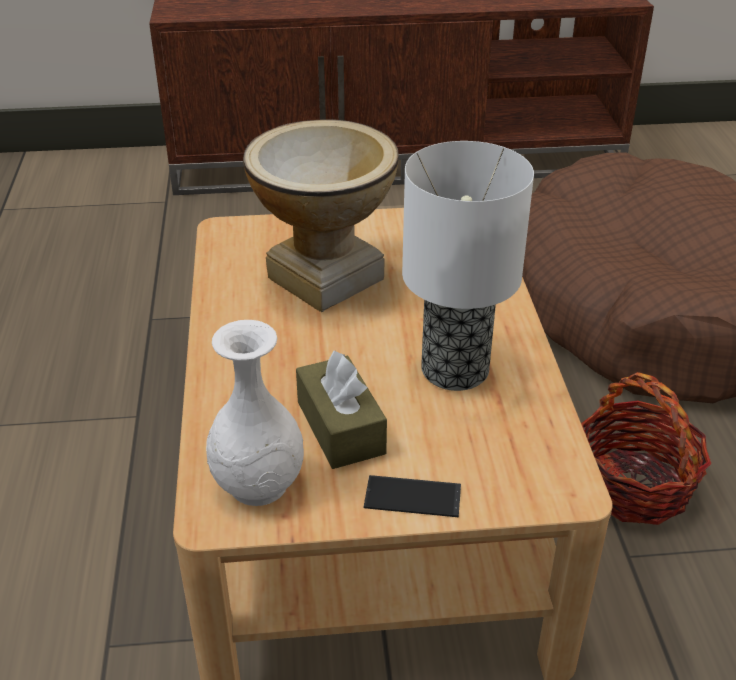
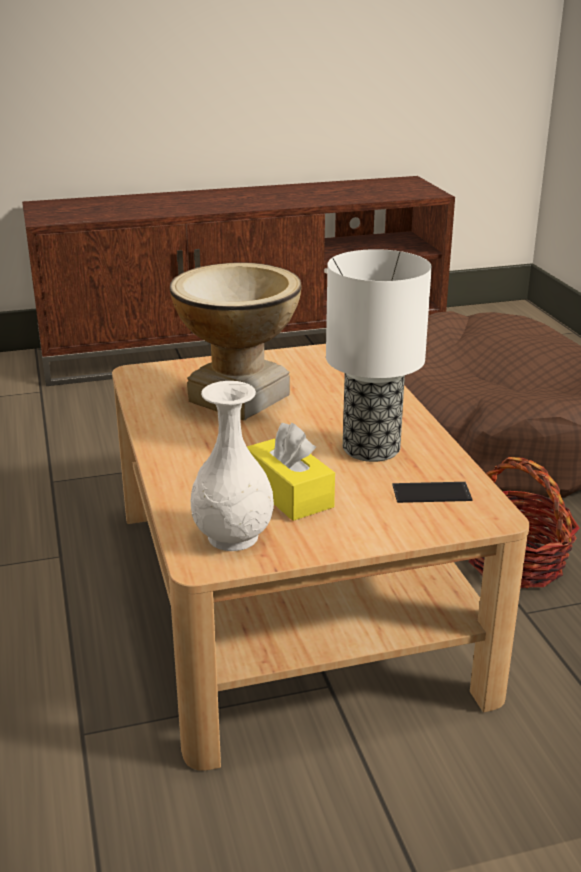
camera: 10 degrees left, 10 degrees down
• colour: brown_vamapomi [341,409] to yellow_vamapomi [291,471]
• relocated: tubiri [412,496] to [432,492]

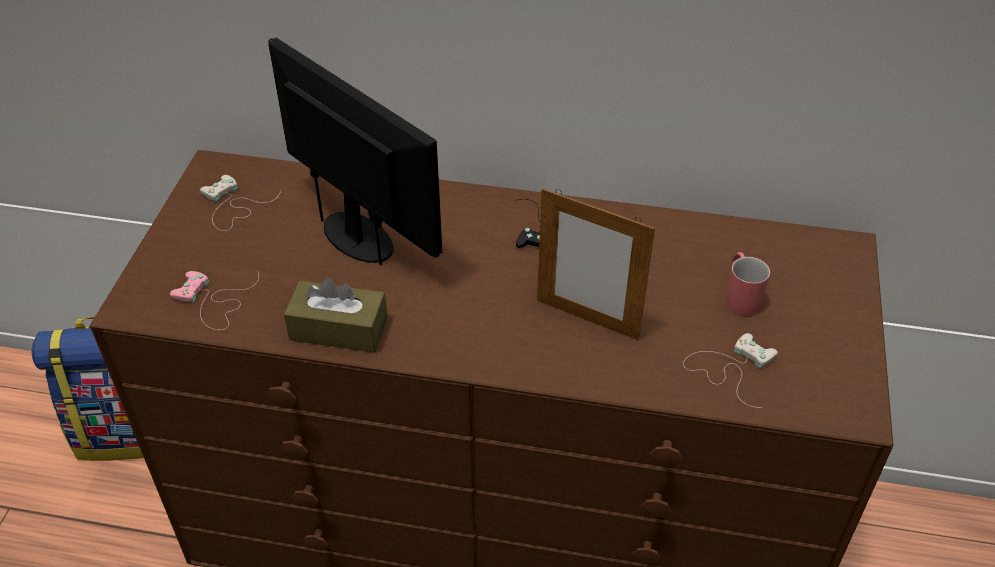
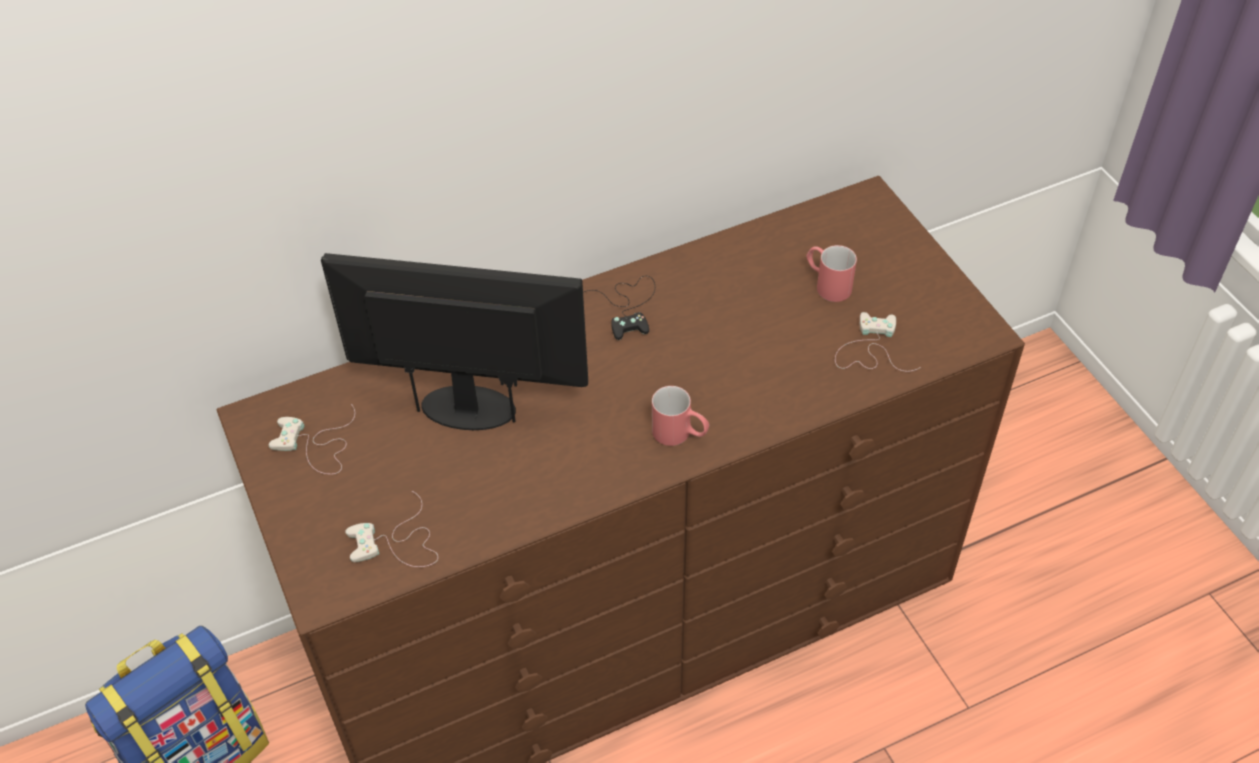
camera: 35 degrees left, 5 degrees up
• missing: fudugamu [596,264]
• colour: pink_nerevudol [214,300] to white_nerevudol [391,529]
• missing: brown_vamapomi [336,315]
• appeared: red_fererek [680,416]

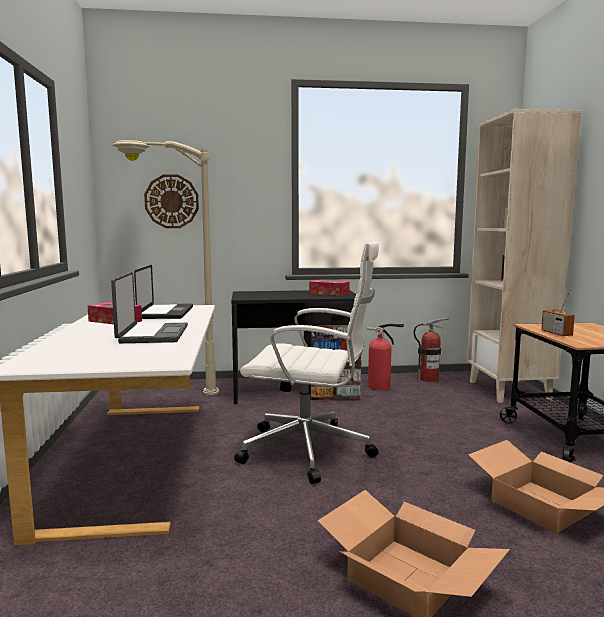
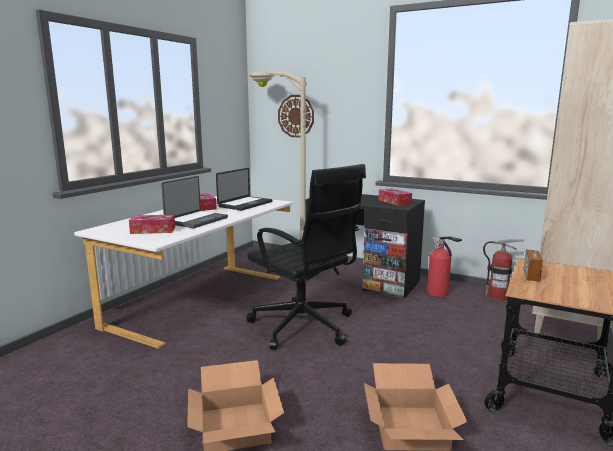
camera: 35 degrees right, 5 degrees up
• colour: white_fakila [306,362] to black_fakila [306,257]
• appeared: vamapomi [152,224]

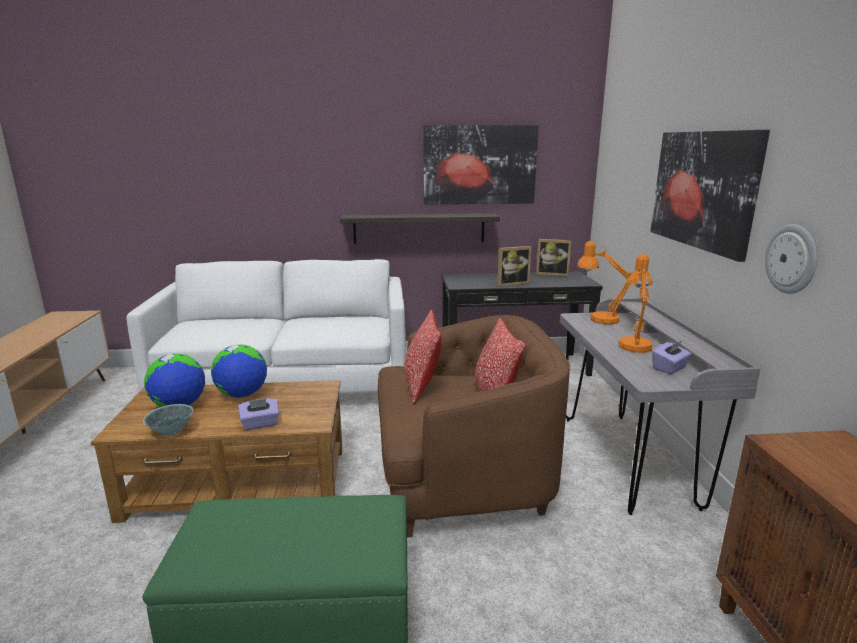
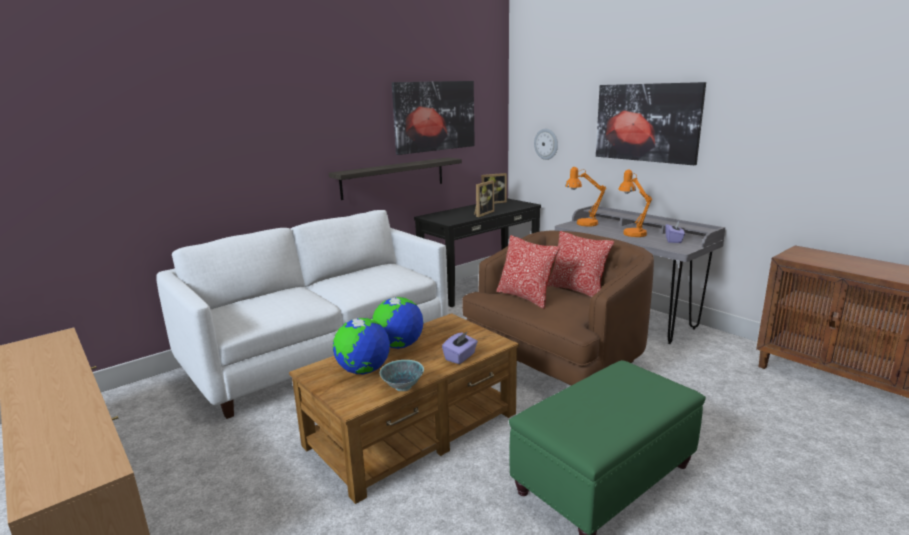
camera: 35 degrees left, 0 degrees up
• relocated: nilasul [791,259] to [546,144]

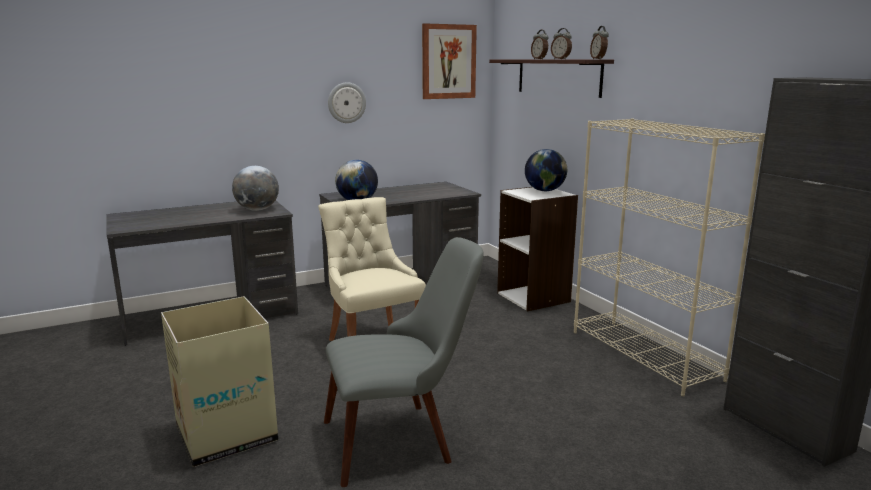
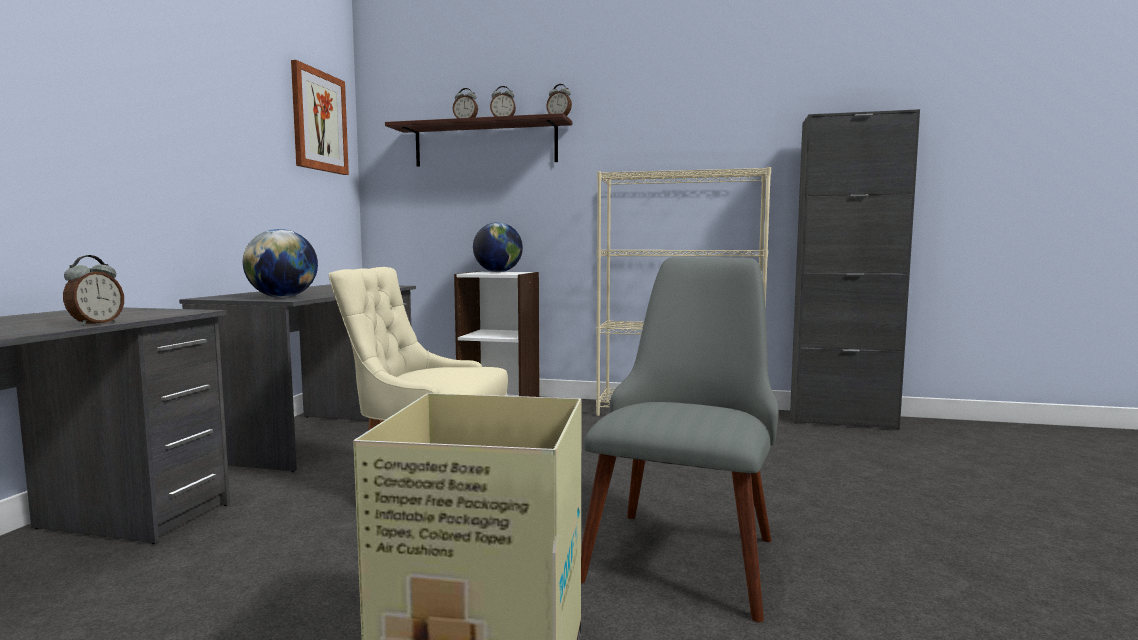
camera: 50 degrees left, 10 degrees down
• missing: nilasul [347,102]
• missing: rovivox [255,188]
• appeared: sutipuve [93,290]

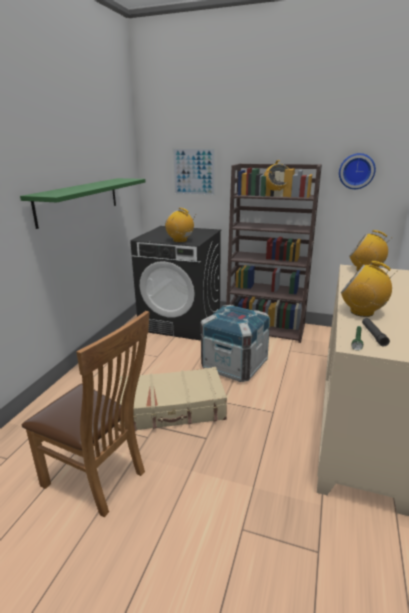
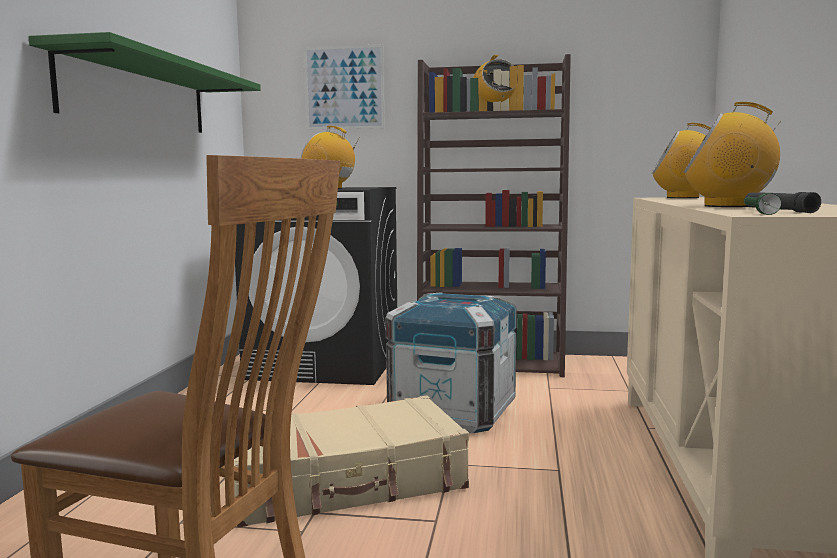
camera: 10 degrees left, 15 degrees down
• missing: nilasul [357,171]

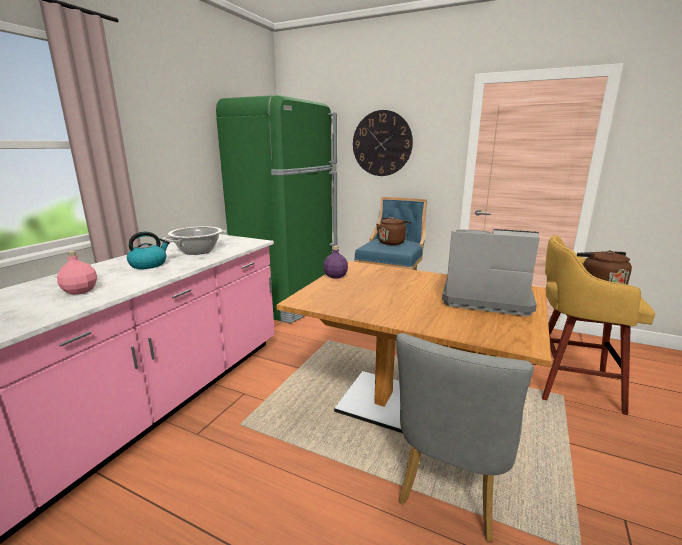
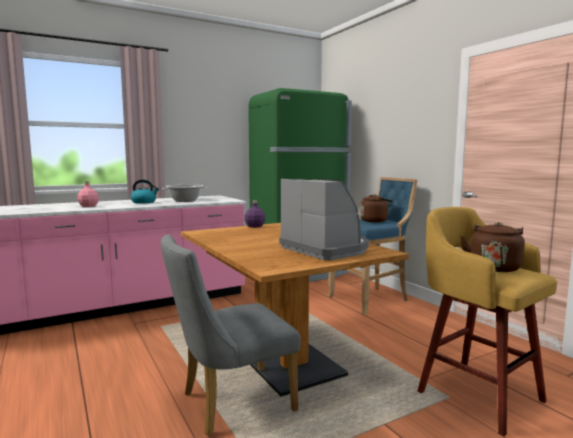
camera: 35 degrees right, 10 degrees down
• missing: nilasul [383,143]

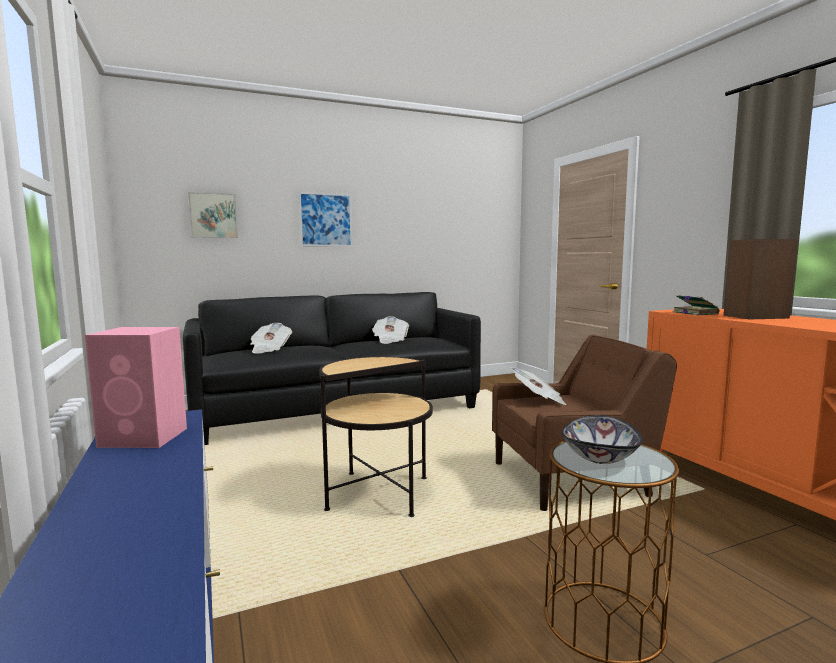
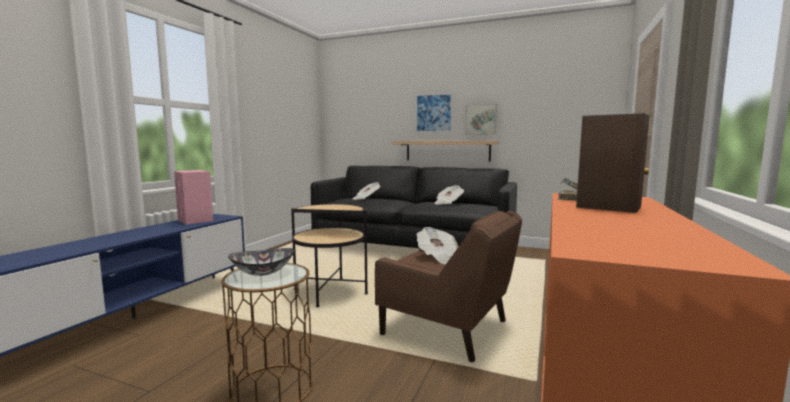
camera: 45 degrees right, 0 degrees up
• relocated: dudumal [213,215] to [481,119]
• appeared: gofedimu [445,151]

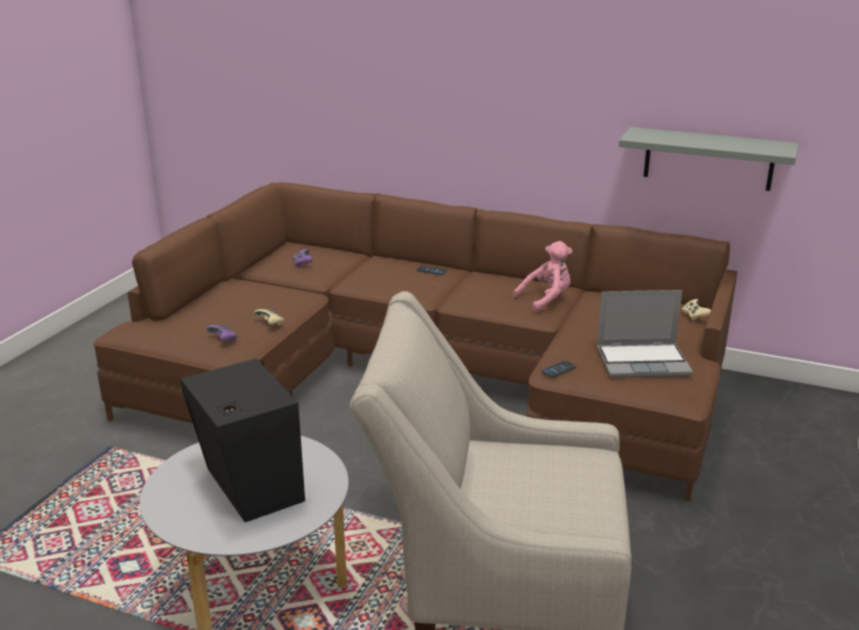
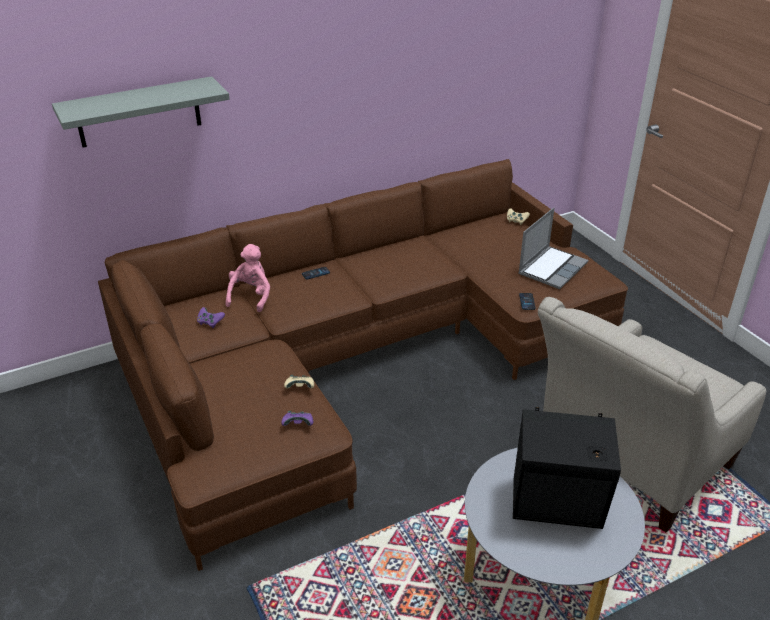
camera: 50 degrees left, 10 degrees up
• relocated: grey_gofedimu [709,159] to [141,112]
• relocated: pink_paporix [542,276] to [247,278]

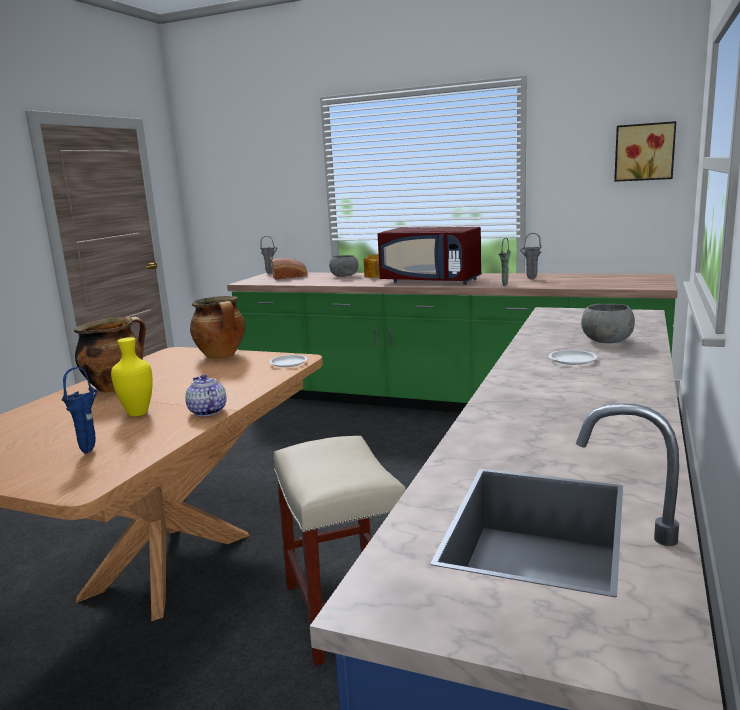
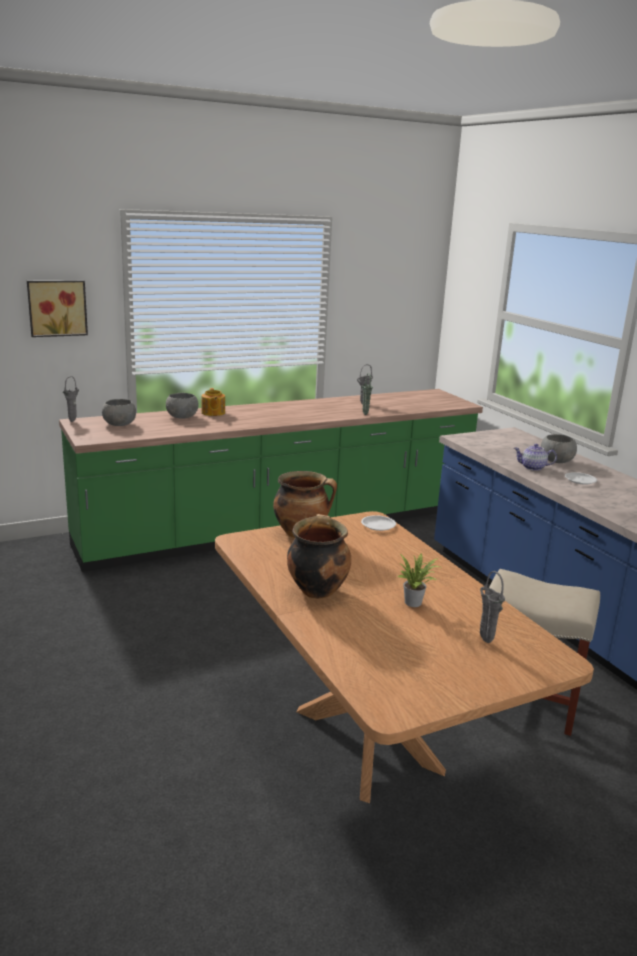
camera: 50 degrees left, 5 degrees up
• relocated: dudumal [645,151] to [57,308]
• missing: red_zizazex [429,256]
• exchanged: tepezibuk [289,269] to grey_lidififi [119,412]
• exchanged: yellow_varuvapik [132,376] to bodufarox [417,580]
• colour: blue_varuvapik [79,410] to grey_varuvapik [492,607]
• relocated: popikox [206,395] to [535,457]

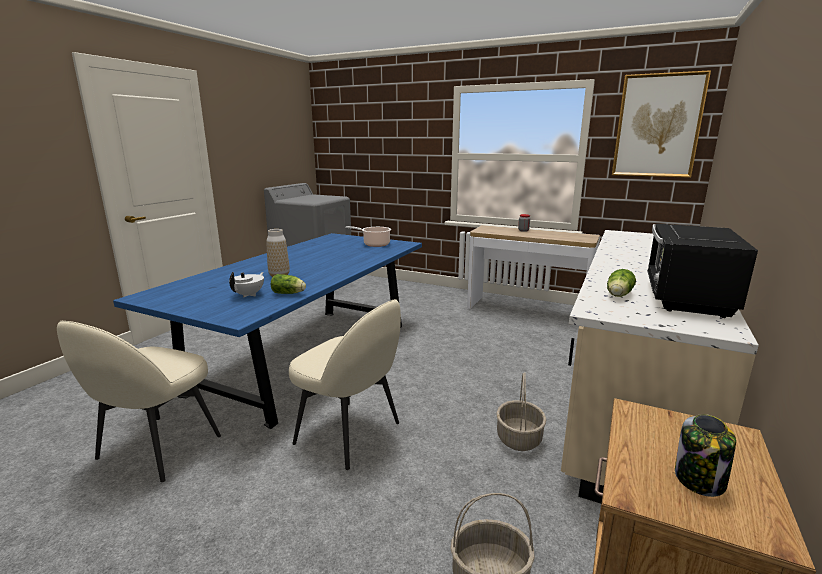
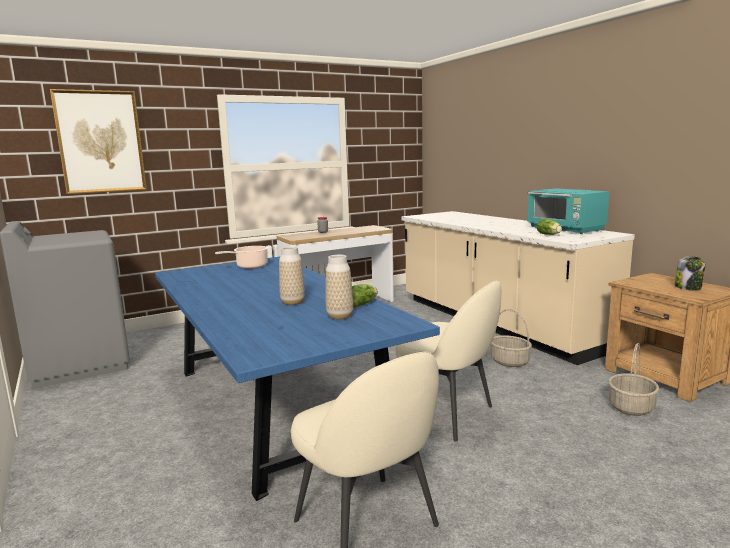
camera: 55 degrees left, 5 degrees down
• relocated: dudumal [661,124] to [98,141]
• colour: black_zizazex [702,271] to turquoise_zizazex [569,211]
• exchanged: white_popikox [246,285] to varuvapik [339,287]
• spun: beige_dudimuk [345,384] = [448,361] 60 degrees clockwise

